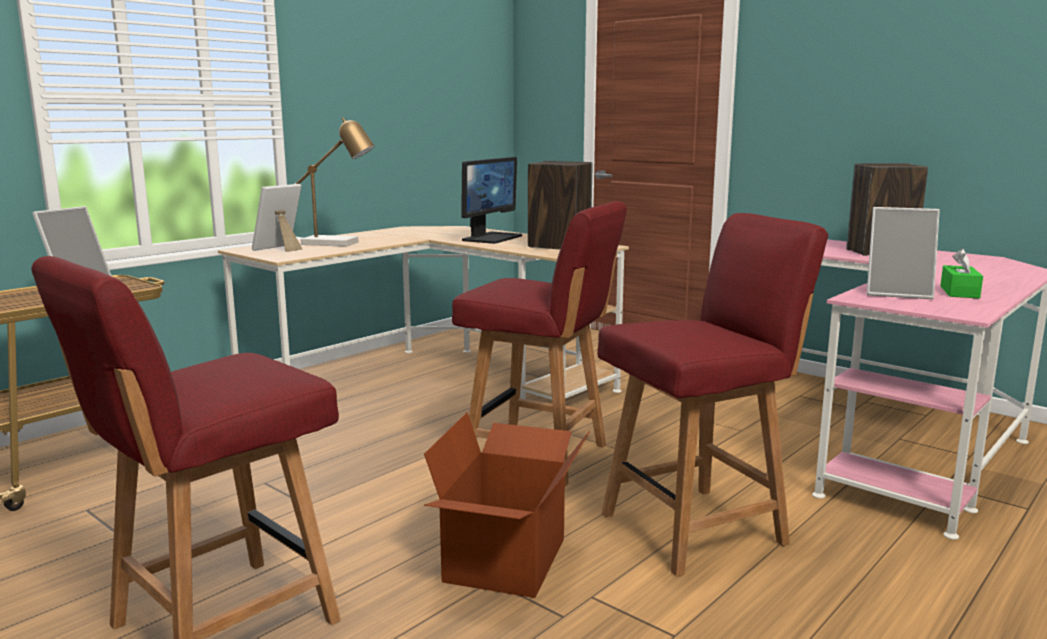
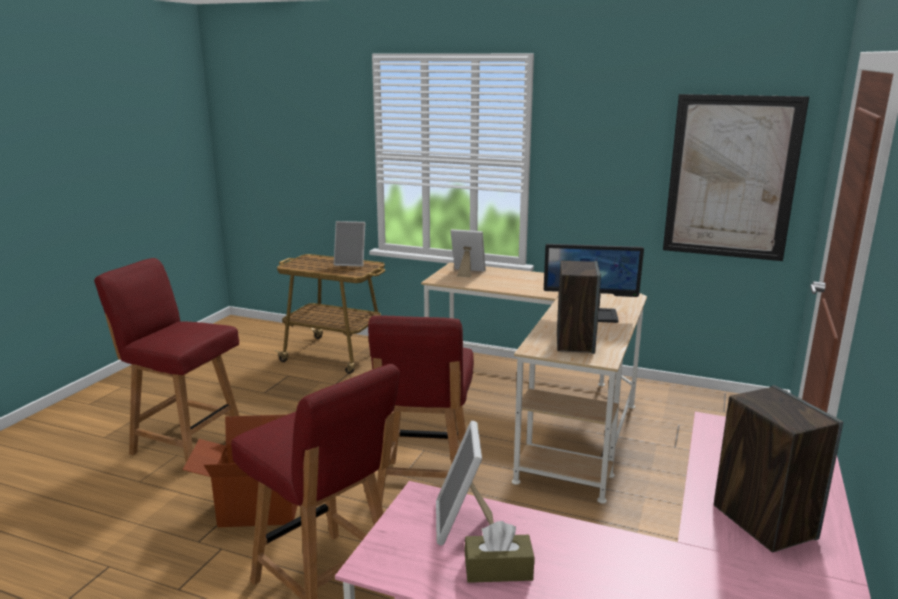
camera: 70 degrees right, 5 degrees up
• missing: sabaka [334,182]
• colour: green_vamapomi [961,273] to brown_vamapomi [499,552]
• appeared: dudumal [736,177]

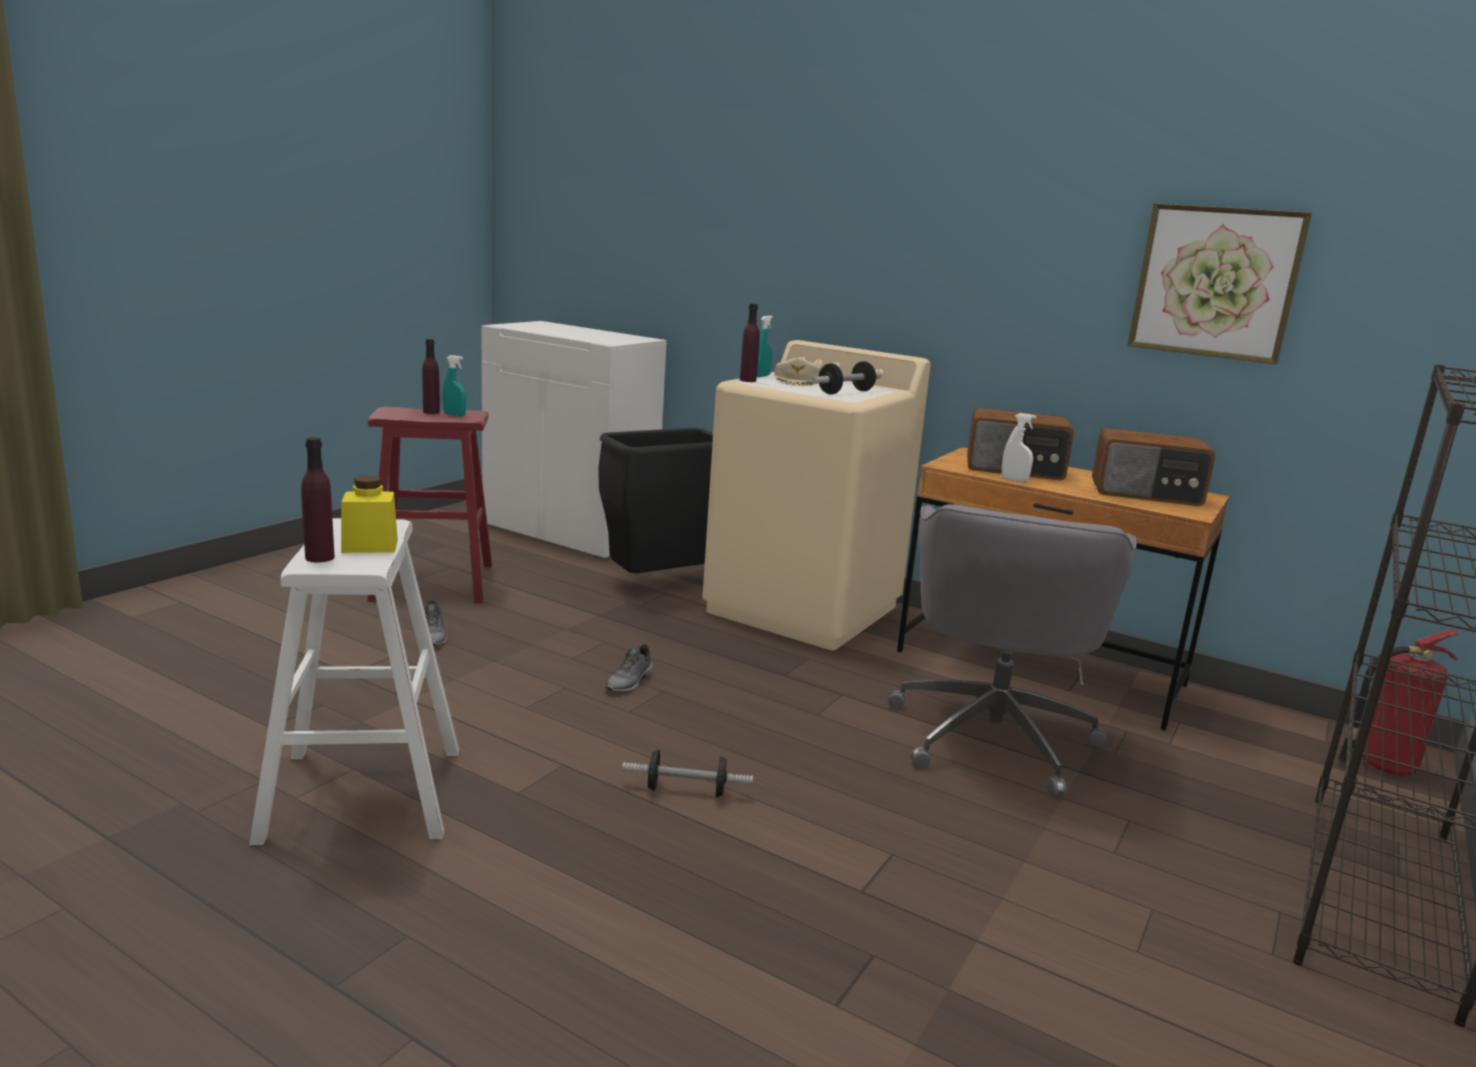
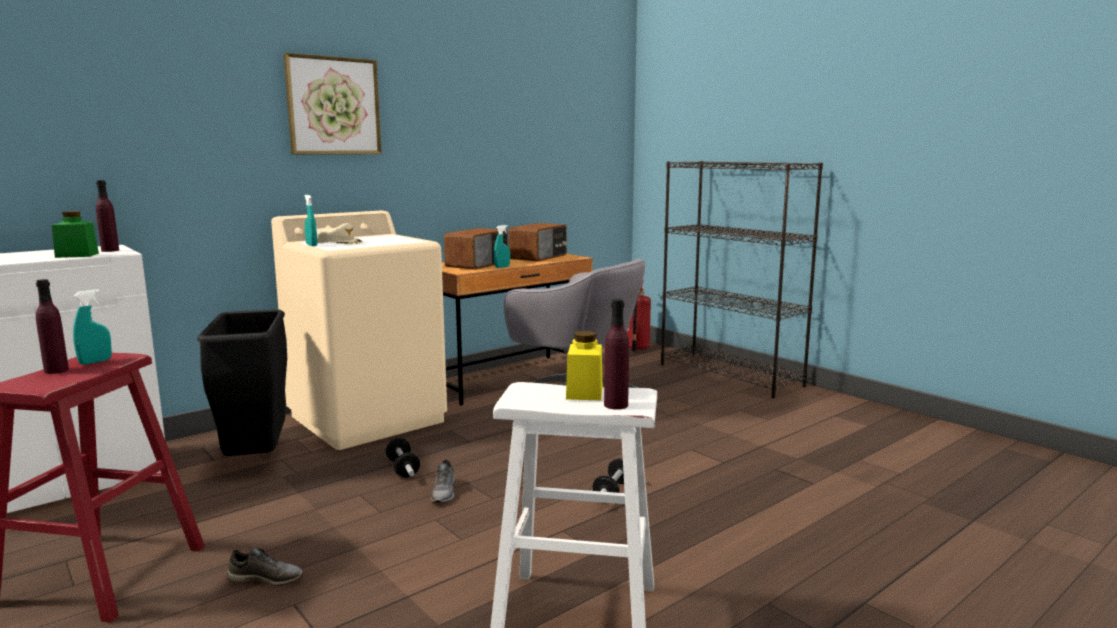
camera: 70 degrees left, 5 degrees down
• relocated: dudumal [1219,283] to [332,103]
• relocated: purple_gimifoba [750,342] to [107,216]
• relocated: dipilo [846,377] to [403,458]
• colour: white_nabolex [1019,447] to turquoise_nabolex [502,246]
• spun: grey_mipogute [629,668] = [443,481] 45 degrees clockwise
• appeared: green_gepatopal [75,234]

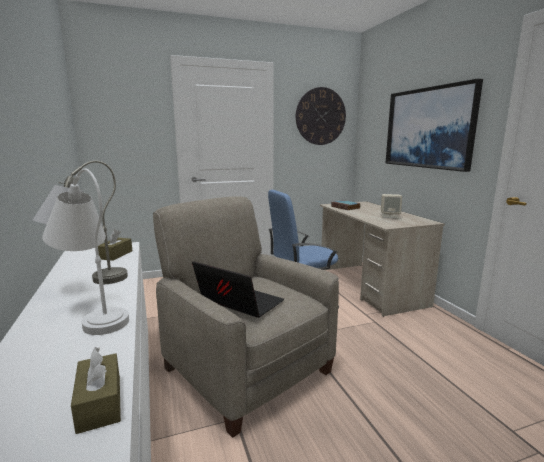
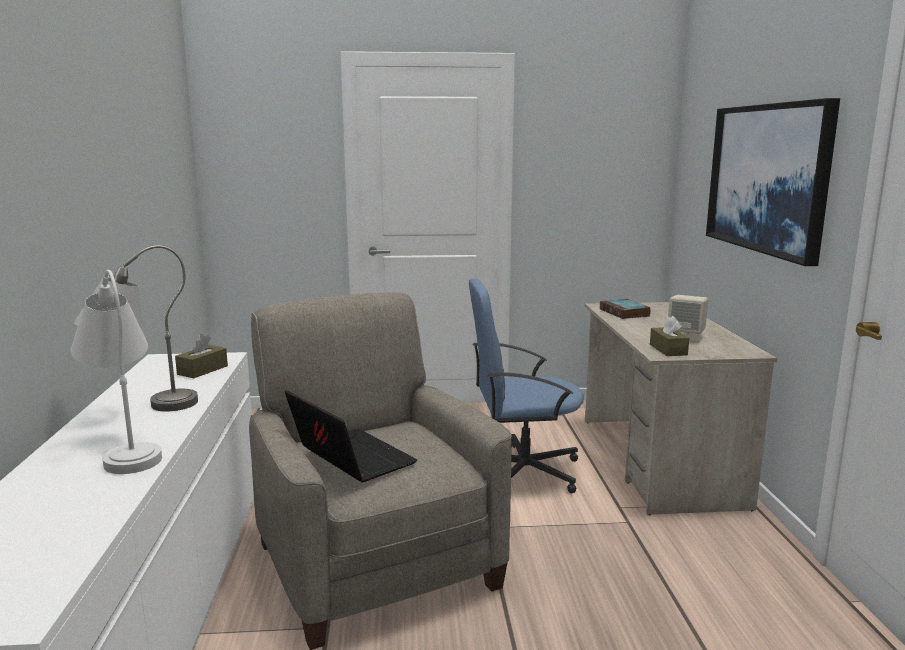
camera: 15 degrees right, 0 degrees up
• missing: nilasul [321,116]
• relocated: brown_vamapomi [96,390] to [669,336]

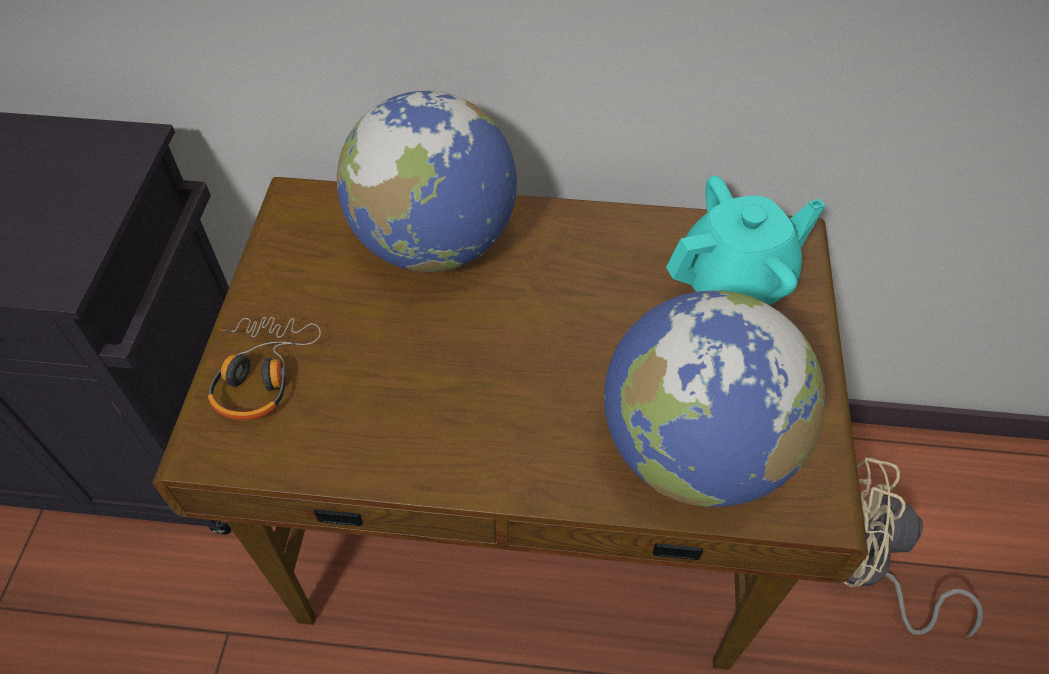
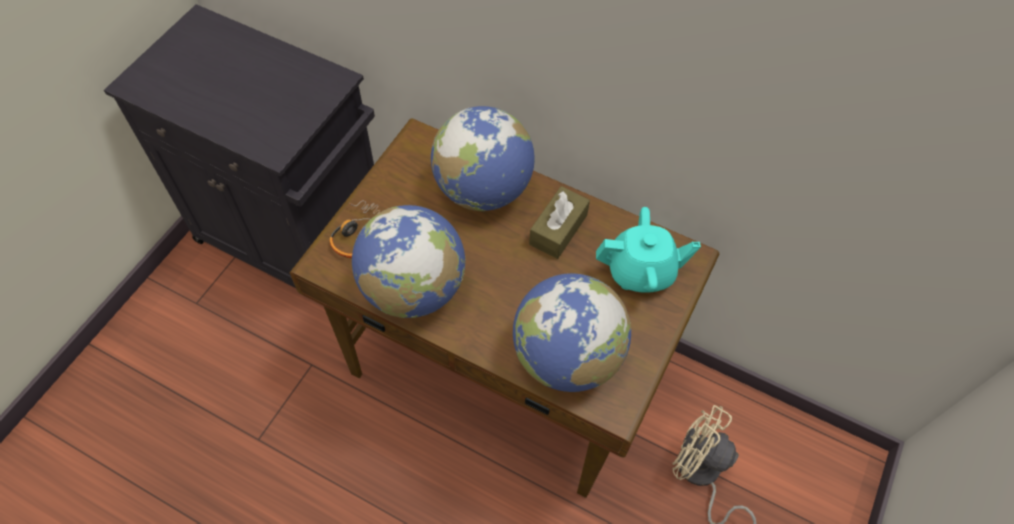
camera: 20 degrees right, 5 degrees up
• appeared: brown_vamapomi [559,222]
• appeared: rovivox [409,261]

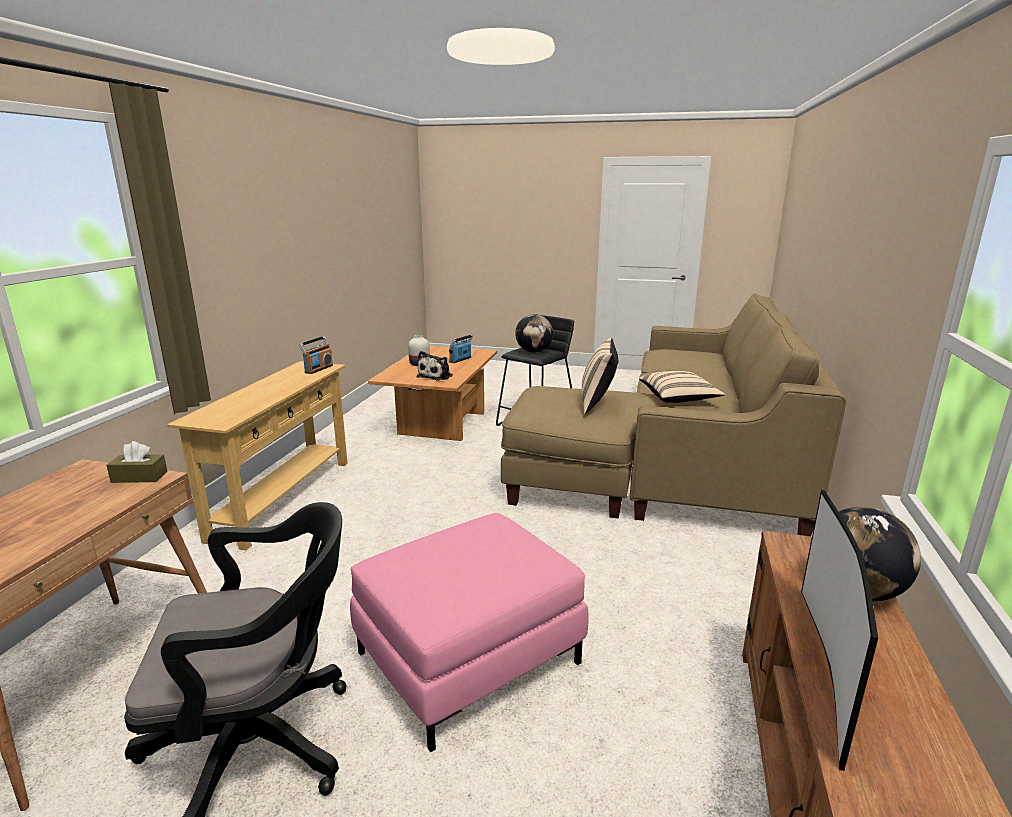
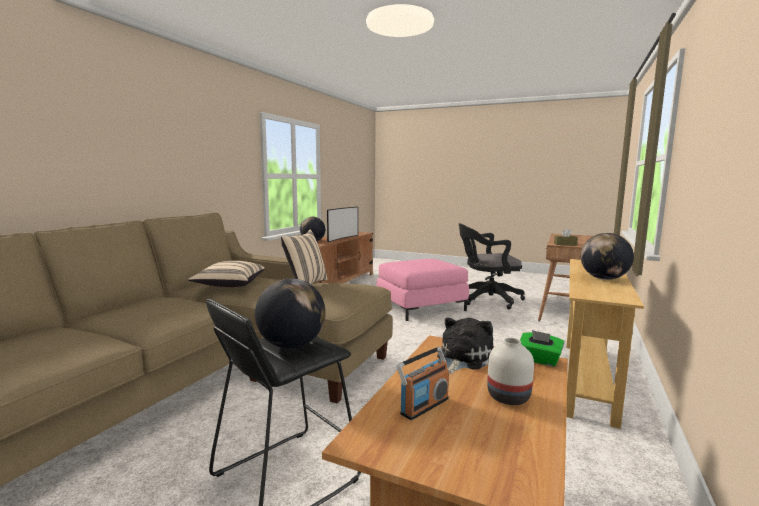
camera: 170 degrees left, 10 degrees down
• missing: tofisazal [316,355]
• appeared: rovivox [607,256]
• appeared: green_vamapomi [542,348]

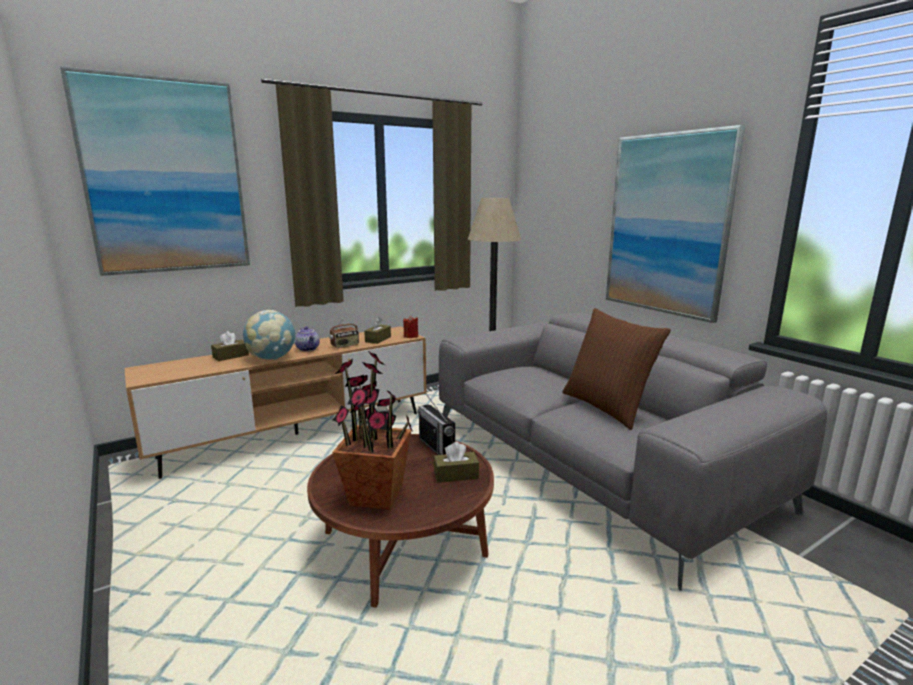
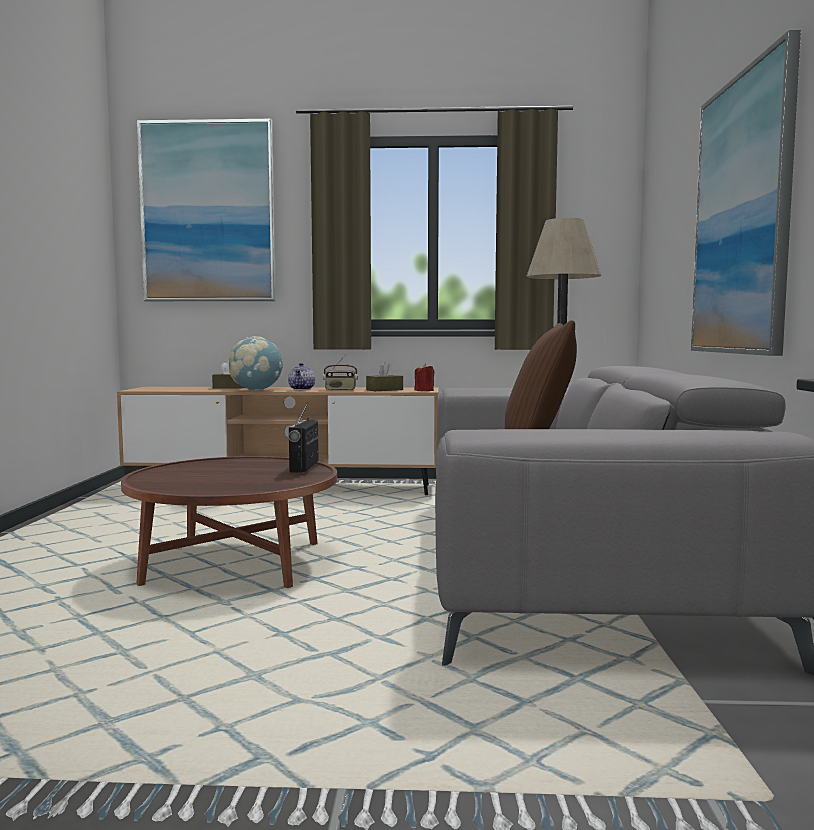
camera: 35 degrees right, 10 degrees down
• missing: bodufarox [372,430]
• missing: brown_vamapomi [456,462]

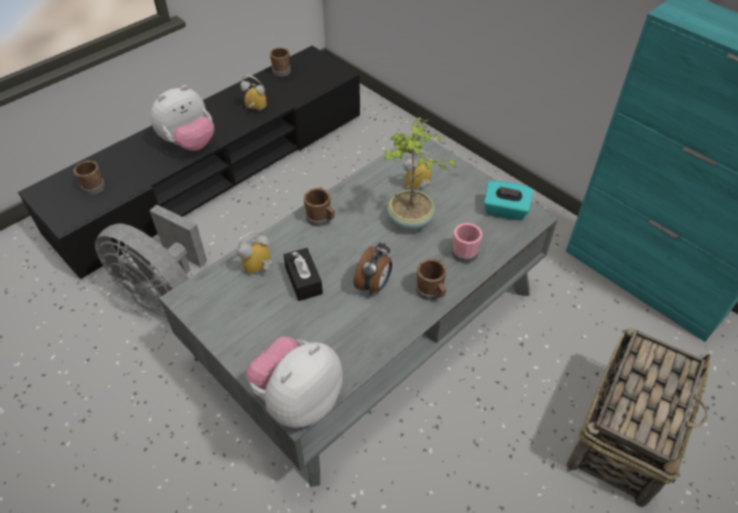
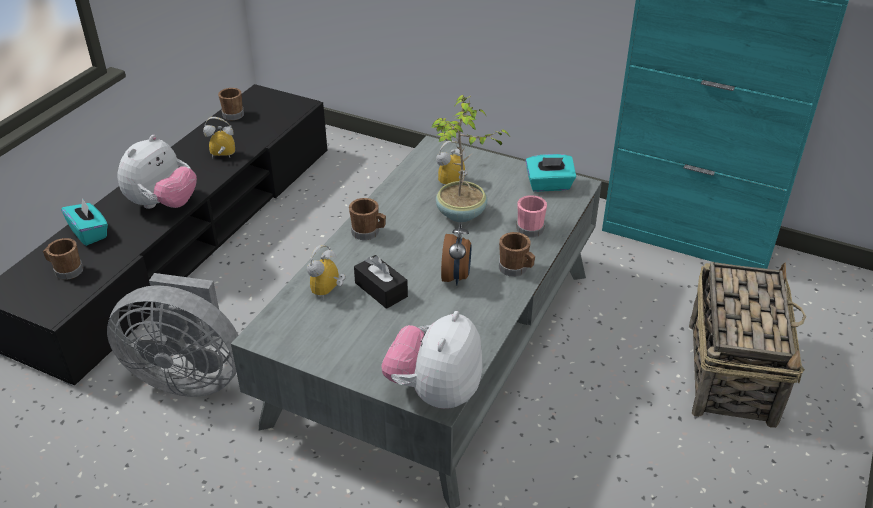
camera: 20 degrees left, 10 degrees down
• appeared: turquoise_vamapomi [84,222]

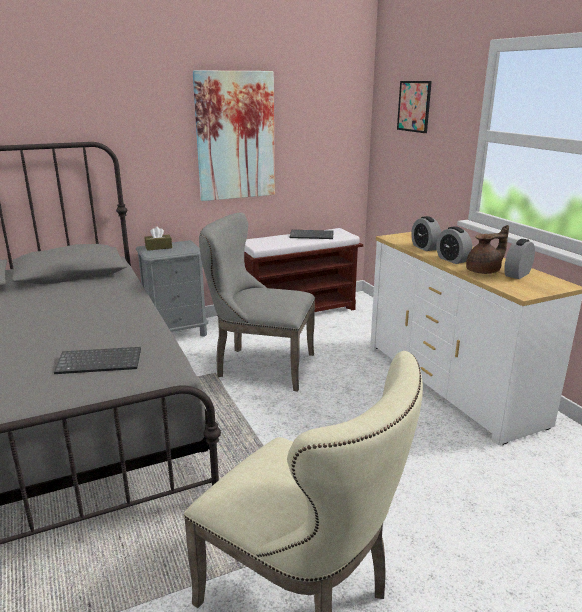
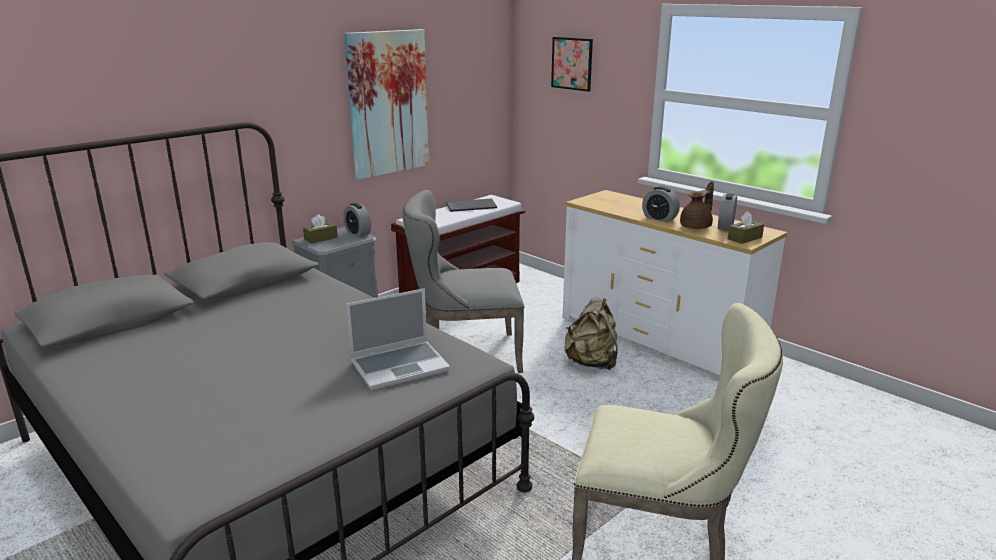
camera: 20 degrees left, 0 degrees up
• relocated: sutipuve [426,233] to [357,220]
• exchanged: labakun [97,360] to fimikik [398,339]
• appeared: brown_vamapomi [746,227]
• appeared: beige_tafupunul [591,333]

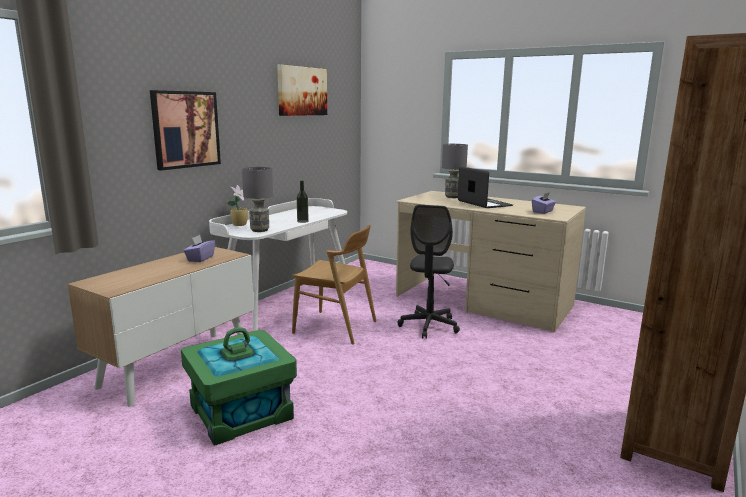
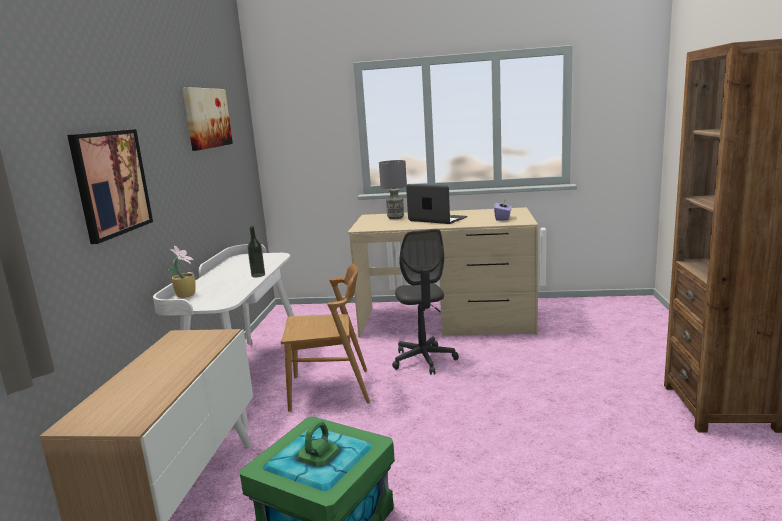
camera: 25 degrees left, 0 degrees up
• missing: grey_sabaka [257,199]
• missing: purple_vamapomi [199,248]

